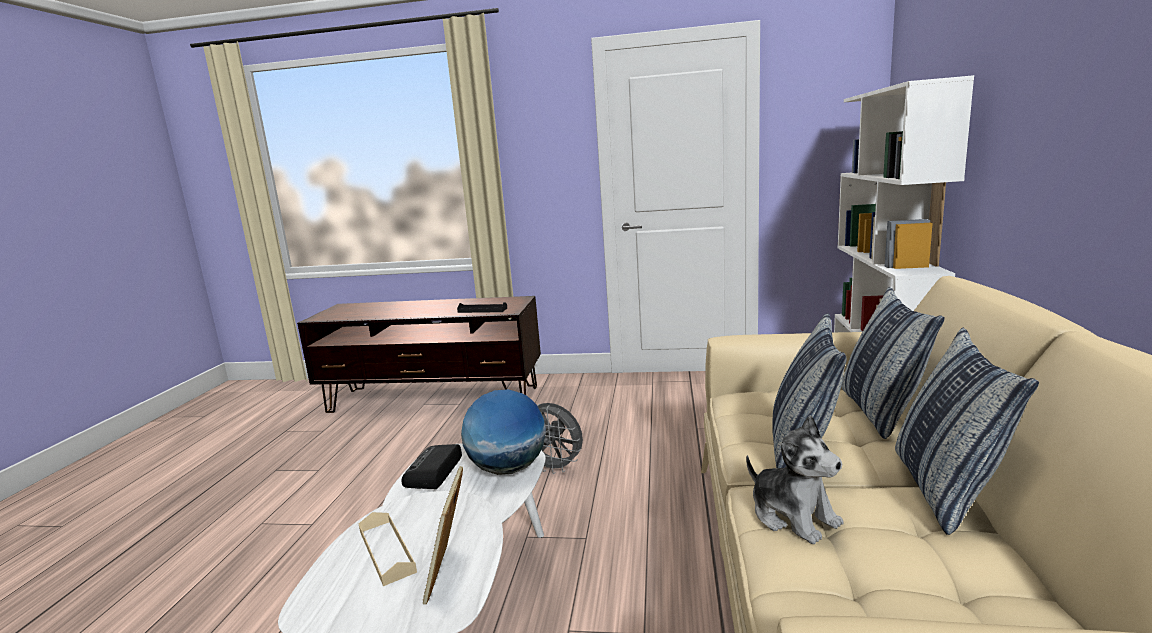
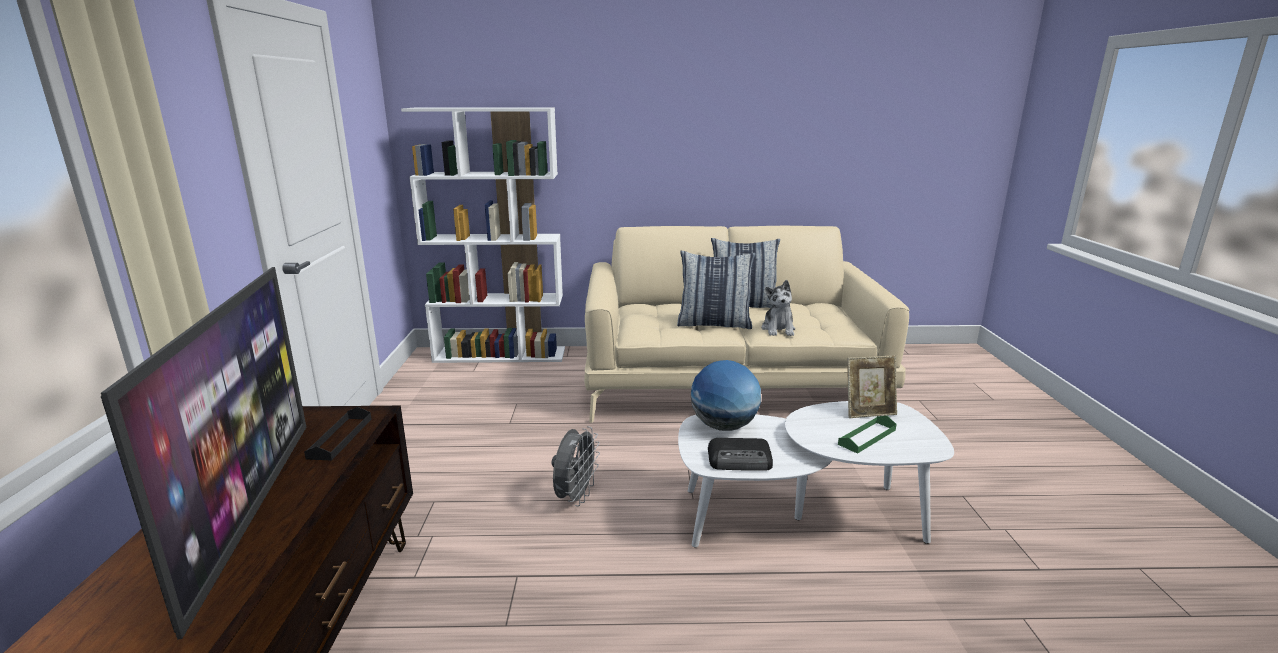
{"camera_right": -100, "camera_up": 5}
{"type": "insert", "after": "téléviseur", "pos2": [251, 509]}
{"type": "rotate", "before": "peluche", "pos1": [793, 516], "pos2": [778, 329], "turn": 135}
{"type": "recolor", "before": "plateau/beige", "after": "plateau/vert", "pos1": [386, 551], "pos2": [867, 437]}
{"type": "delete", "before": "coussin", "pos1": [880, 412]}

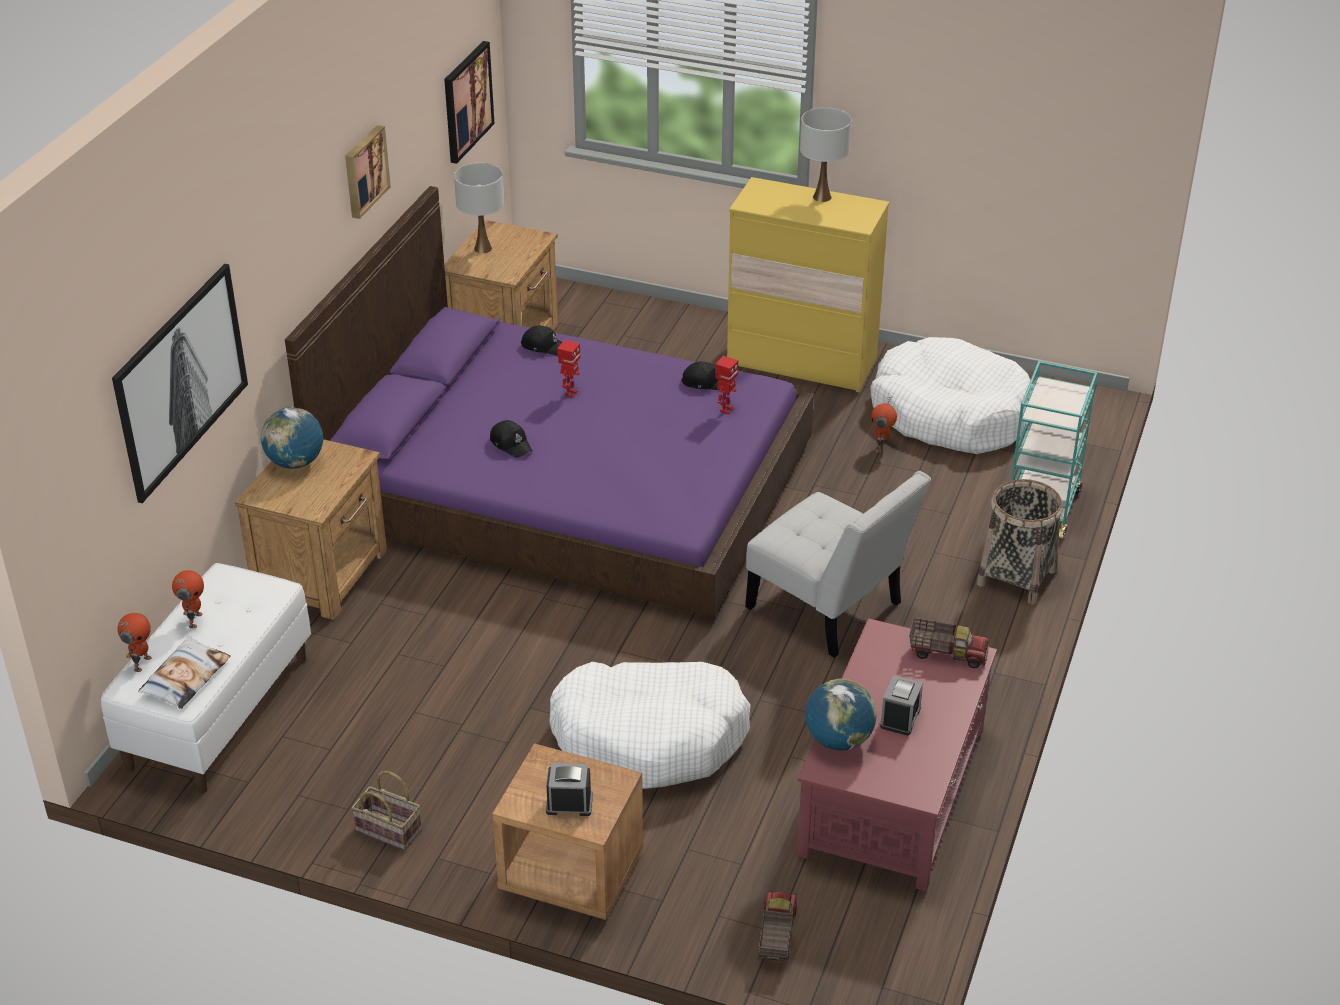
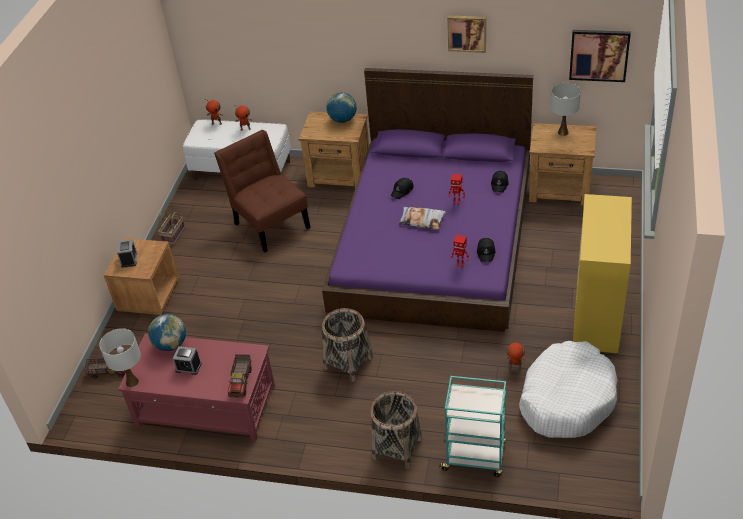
{"camera_right": 85, "camera_up": 5}
{"type": "move", "before": "lampe de table/blanc", "pos1": [822, 197], "pos2": [132, 382]}
{"type": "insert", "after": "chaise/marron", "pos2": [270, 223]}
{"type": "replace", "before": "chaise/blanc", "after": "panier", "pos1": [830, 610], "pos2": [348, 362]}
{"type": "move", "before": "coussin", "pos1": [185, 678], "pos2": [422, 220]}
{"type": "delete", "before": "tableau", "pos1": [179, 380]}
{"type": "delete", "before": "panier pour chien/blanc", "pos1": [650, 737]}

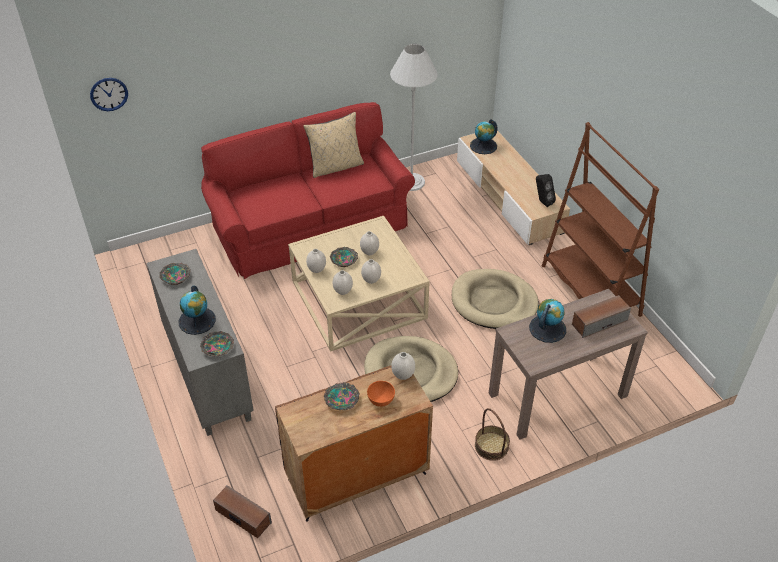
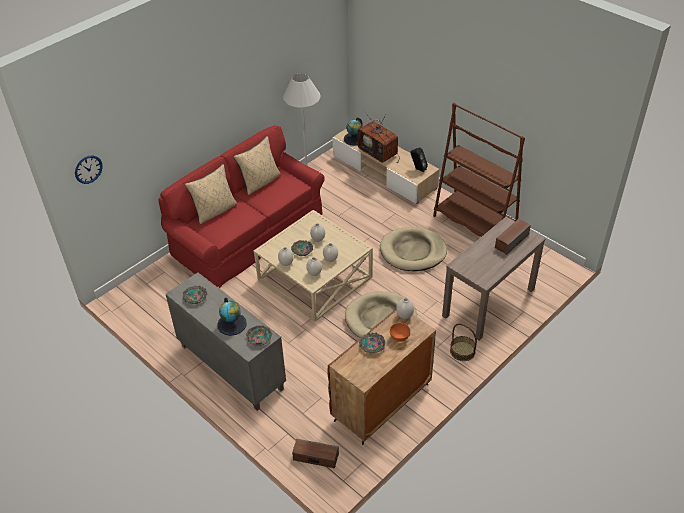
{"camera_right": -20, "camera_up": 0}
{"type": "insert", "after": "coussin/beige", "pos2": [215, 211]}
{"type": "insert", "after": "téléviseur", "pos2": [379, 153]}
{"type": "delete", "before": "globe", "pos1": [547, 328]}

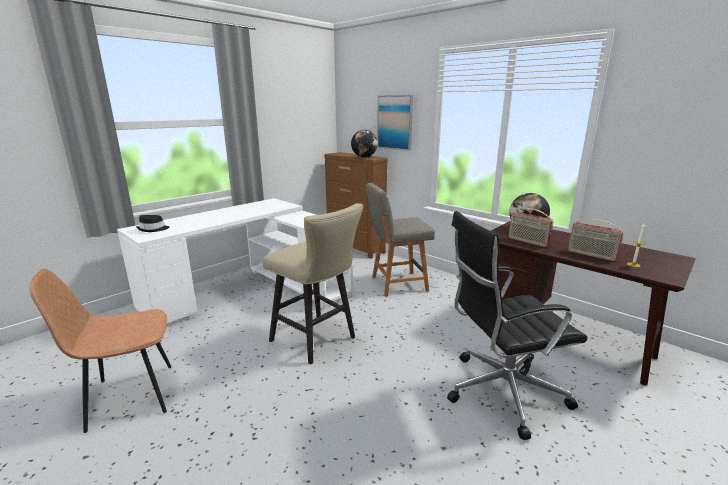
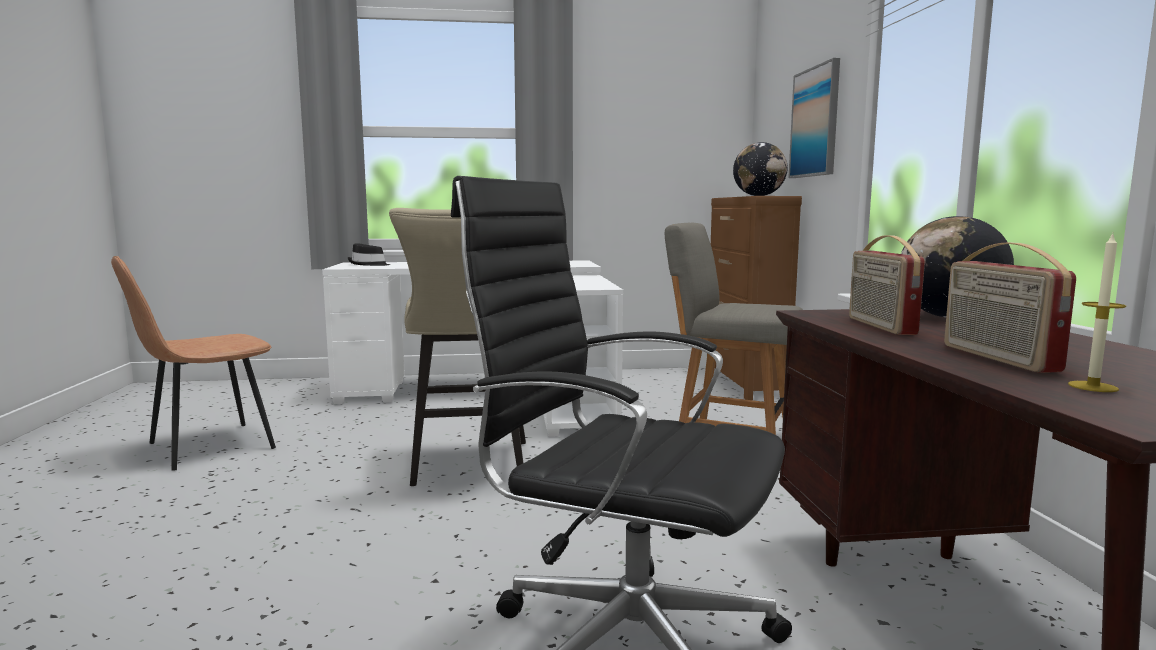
{"camera_right": 40, "camera_up": -10}
{"type": "rotate", "before": "chaise/marron", "pos1": [129, 396], "pos2": [207, 446], "turn": -60}

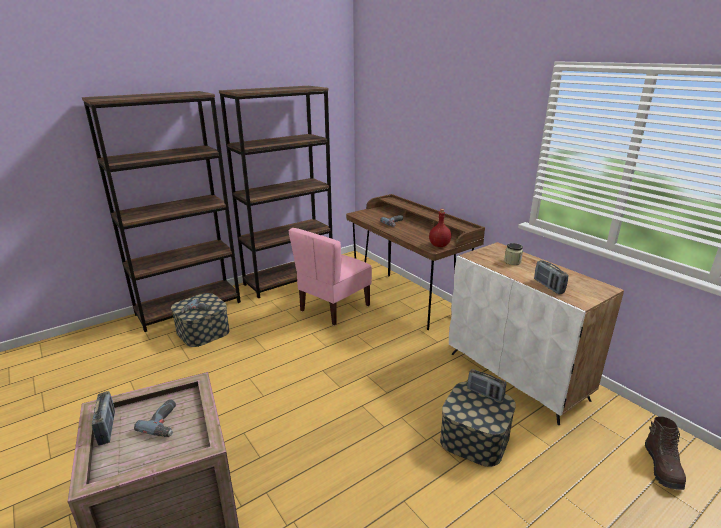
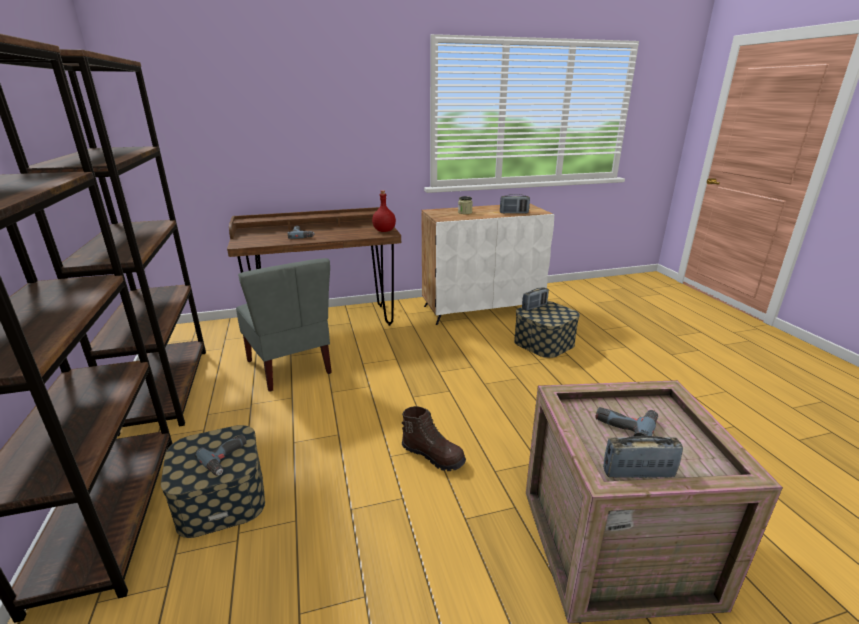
{"camera_right": -70, "camera_up": 0}
{"type": "recolor", "before": "chaise/rose", "after": "chaise/gris", "pos1": [334, 308], "pos2": [291, 367]}
{"type": "move", "before": "botte/marron", "pos1": [663, 467], "pos2": [433, 455]}

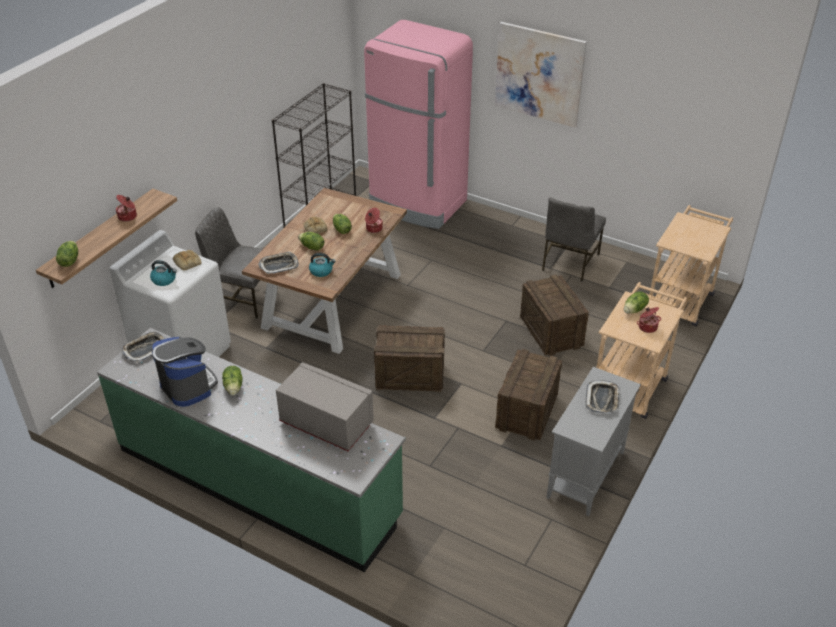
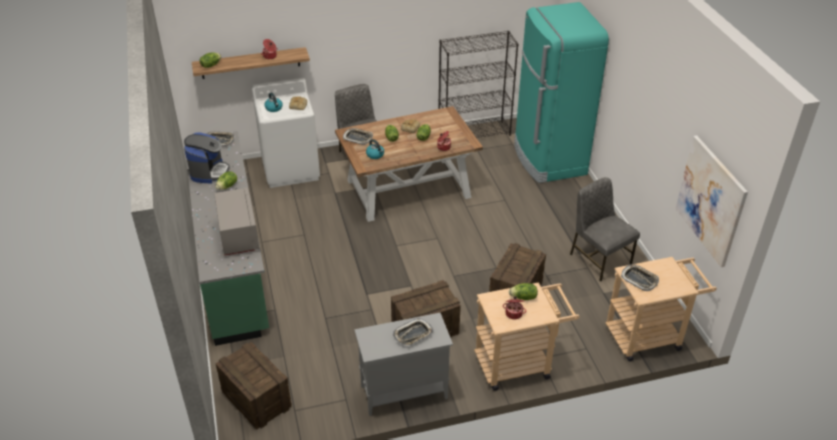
{"camera_right": 45, "camera_up": 0}
{"type": "move", "before": "caisse", "pos1": [409, 375], "pos2": [256, 399]}
{"type": "recolor", "before": "réfrigérateur/rose", "after": "réfrigérateur/turquoise", "pos1": [418, 204], "pos2": [548, 159]}
{"type": "rotate", "before": "chaise/gris", "pos1": [569, 262], "pos2": [599, 258], "turn": 75}
{"type": "insert", "after": "plateau", "pos2": [639, 279]}
{"type": "move", "before": "tableau", "pos1": [539, 74], "pos2": [710, 200]}

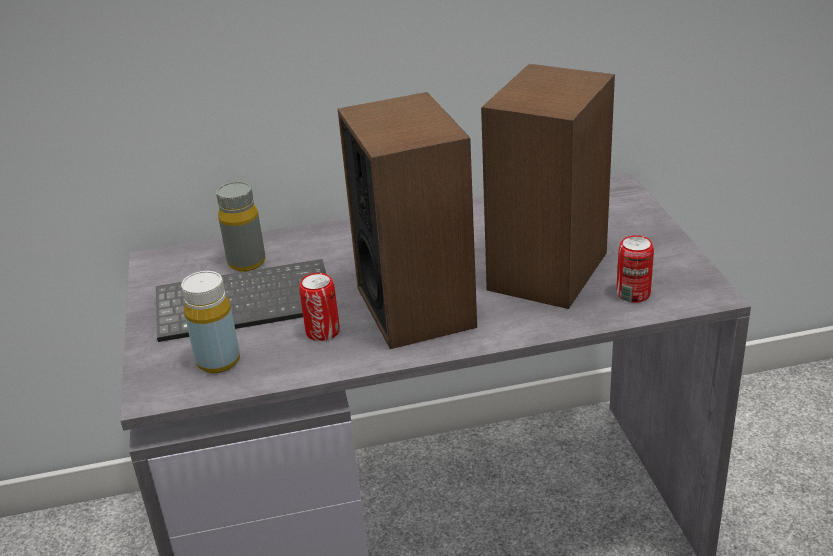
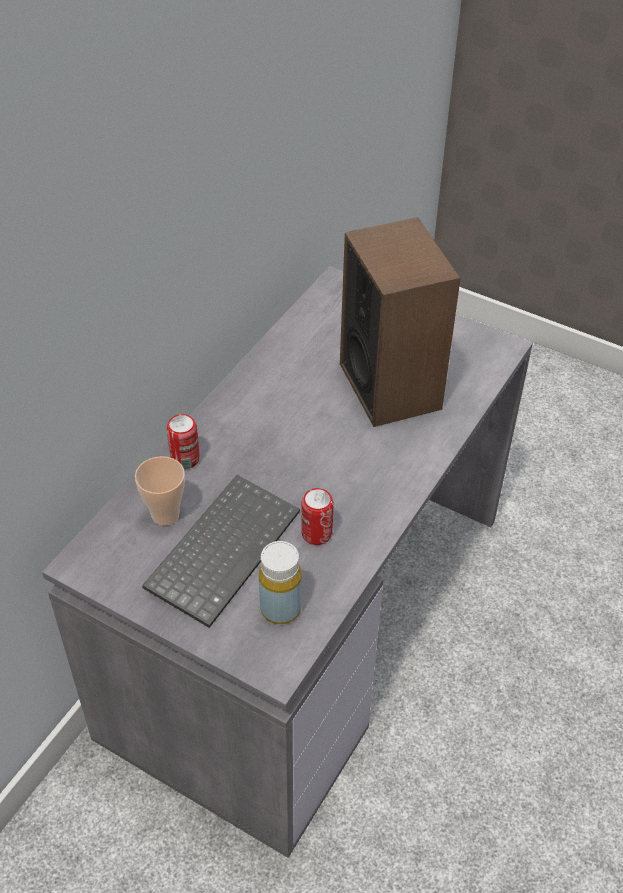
{"camera_right": -50, "camera_up": 15}
{"type": "replace", "before": "bouteille/gris", "after": "tasse", "pos1": [246, 262], "pos2": [165, 515]}
{"type": "move", "before": "boîte métallique", "pos1": [633, 294], "pos2": [185, 459]}
{"type": "delete", "before": "enceinte", "pos1": [416, 306]}

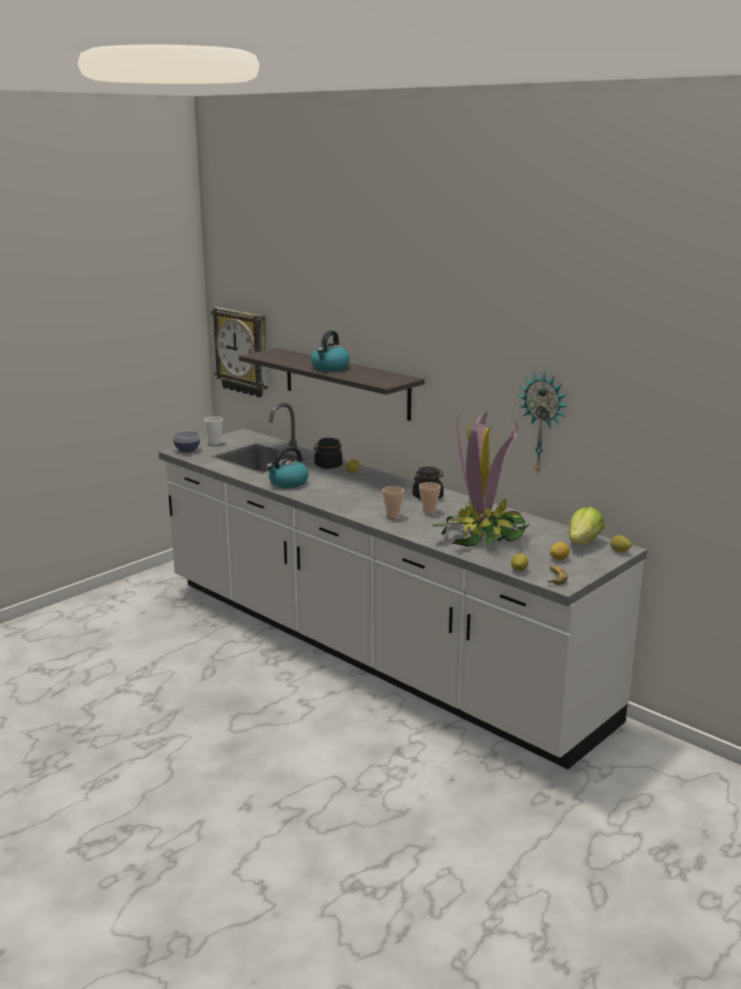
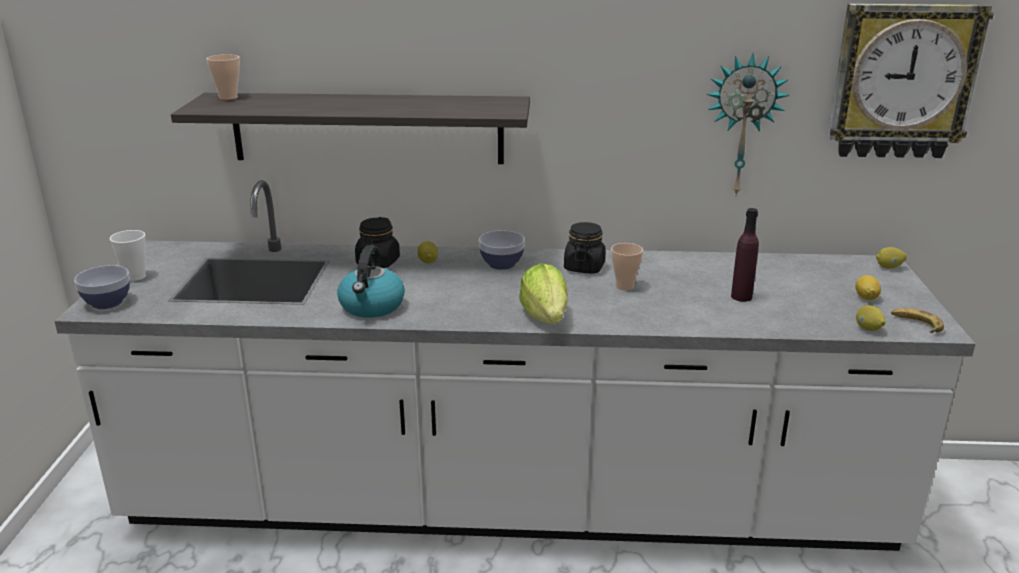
{"camera_right": -40, "camera_up": 5}
{"type": "move", "before": "tasse", "pos1": [392, 516], "pos2": [228, 97]}
{"type": "insert", "after": "bol", "pos2": [501, 264]}
{"type": "move", "before": "laitue", "pos1": [583, 543], "pos2": [545, 317]}
{"type": "replace", "before": "plante en pot", "after": "bouteille/violet", "pos1": [483, 535], "pos2": [741, 297]}
{"type": "move", "before": "horloge murale", "pos1": [243, 352], "pos2": [902, 81]}
{"type": "delete", "before": "bouilloire", "pos1": [330, 368]}

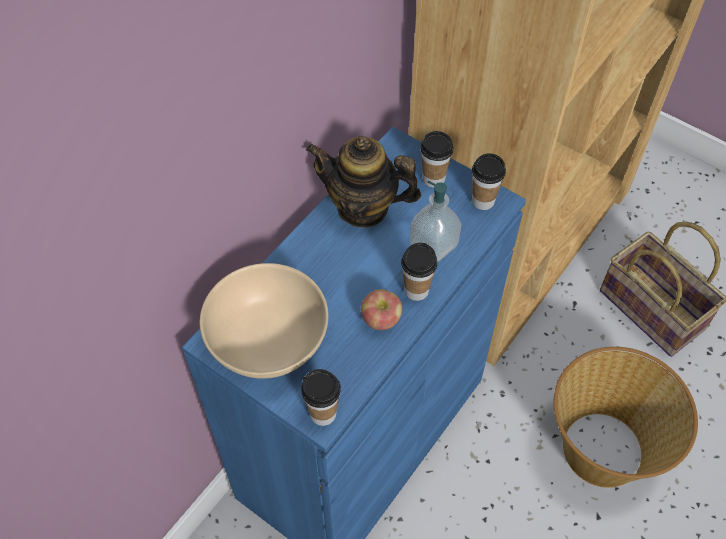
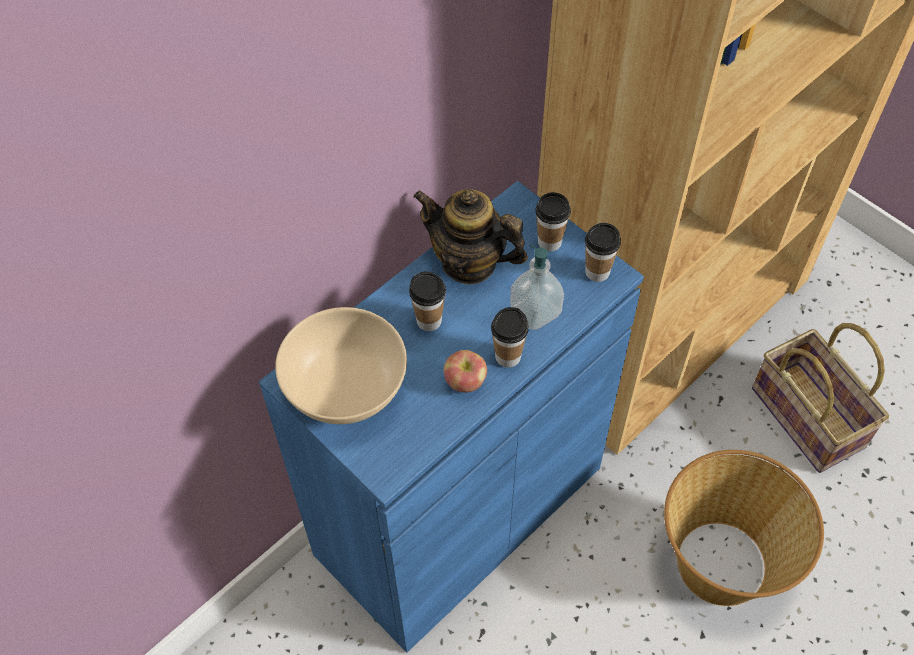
{"camera_right": 10, "camera_up": 0}
{"type": "move", "before": "tasse", "pos1": [323, 413], "pos2": [429, 321]}

